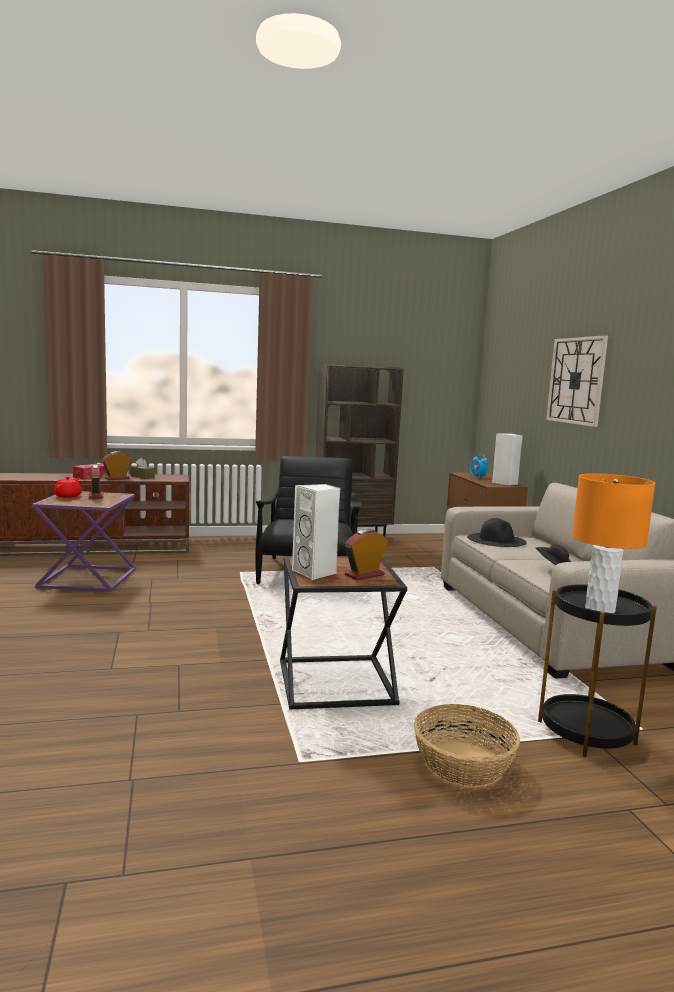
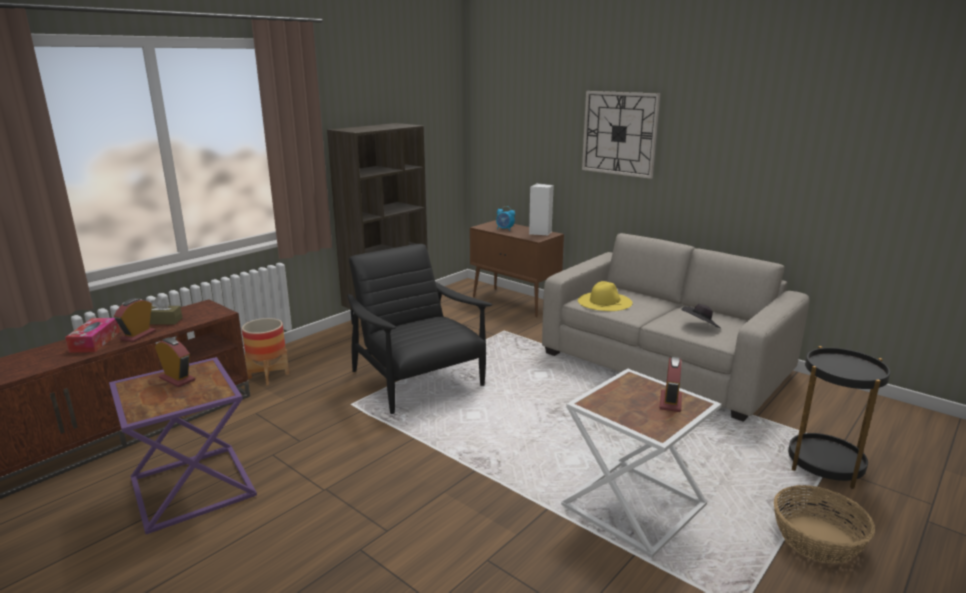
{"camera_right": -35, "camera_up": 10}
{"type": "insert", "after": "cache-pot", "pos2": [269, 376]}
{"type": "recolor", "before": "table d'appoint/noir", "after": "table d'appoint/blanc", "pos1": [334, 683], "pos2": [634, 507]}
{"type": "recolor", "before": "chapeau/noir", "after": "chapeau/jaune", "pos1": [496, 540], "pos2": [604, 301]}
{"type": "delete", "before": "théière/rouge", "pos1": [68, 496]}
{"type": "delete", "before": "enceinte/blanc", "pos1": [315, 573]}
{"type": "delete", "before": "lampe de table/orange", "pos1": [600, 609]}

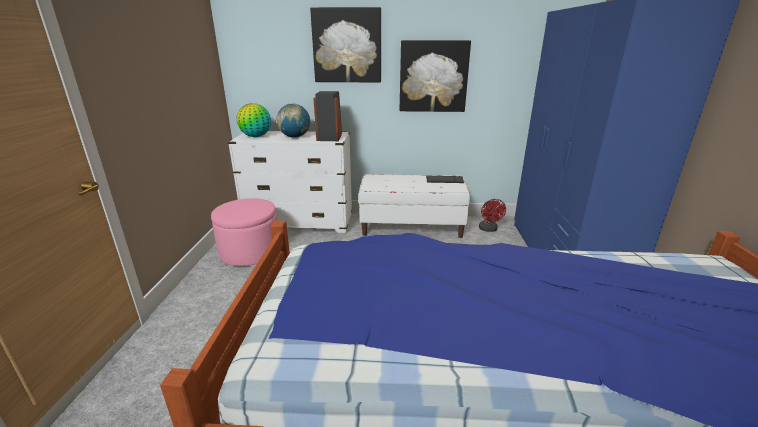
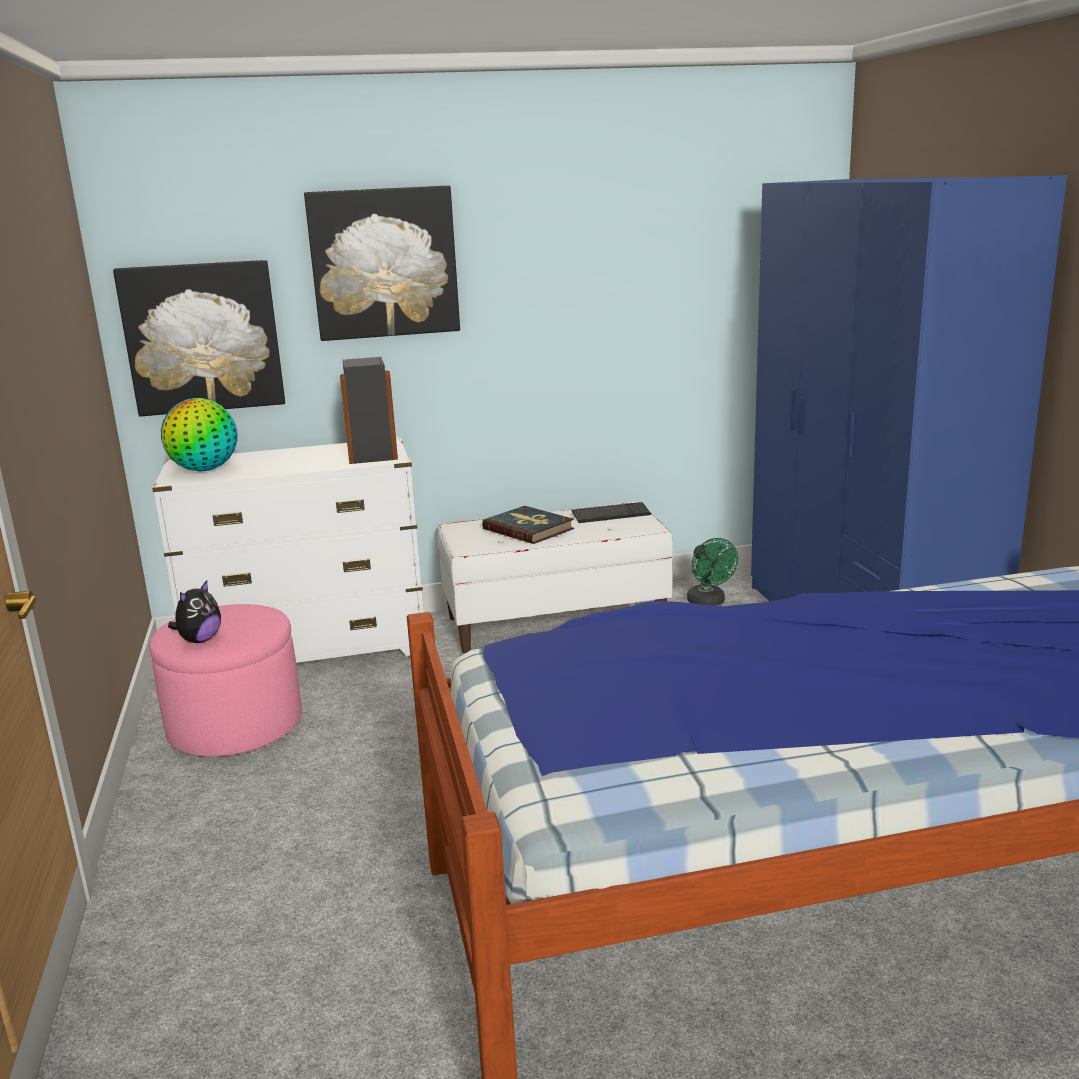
{"camera_right": -15, "camera_up": -5}
{"type": "move", "before": "tableau", "pos1": [433, 76], "pos2": [203, 337]}
{"type": "insert", "after": "peluche", "pos2": [199, 640]}
{"type": "insert", "after": "livre", "pos2": [528, 529]}
{"type": "recolor", "before": "ventilateur/rouge", "after": "ventilateur/vert", "pos1": [489, 229], "pos2": [709, 603]}
{"type": "delete", "before": "globe", "pos1": [295, 137]}

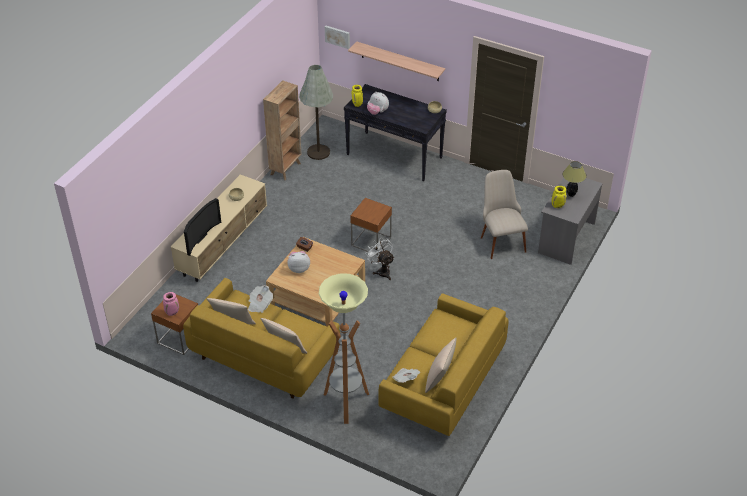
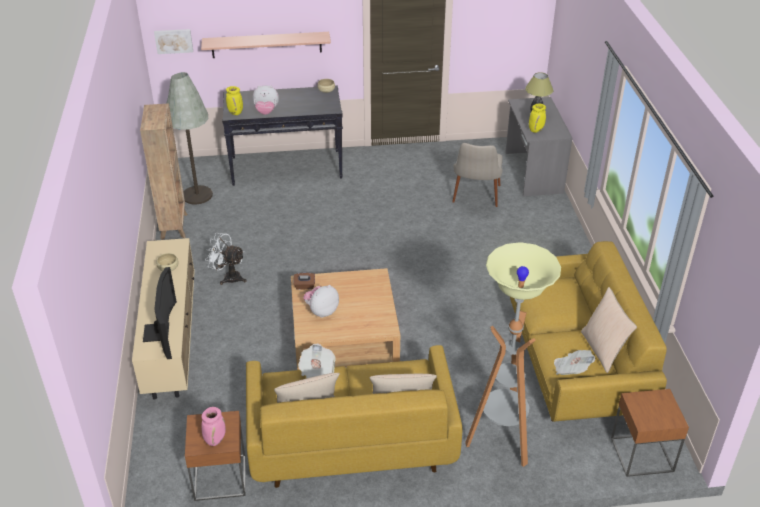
{"camera_right": -35, "camera_up": -5}
{"type": "move", "before": "ventilateur/blanc", "pos1": [381, 271], "pos2": [228, 277]}
{"type": "rotate", "before": "chaise/beige", "pos1": [500, 239], "pos2": [475, 199], "turn": -120}
{"type": "move", "before": "table d'appoint/marron", "pos1": [371, 241], "pos2": [642, 454]}

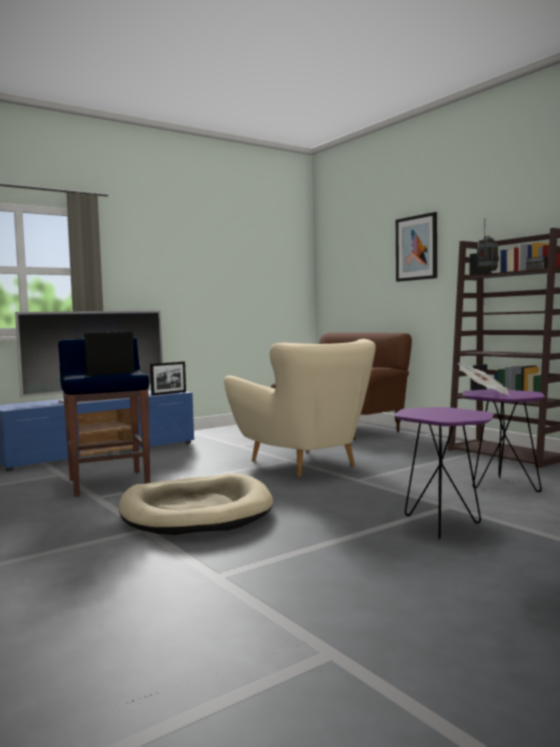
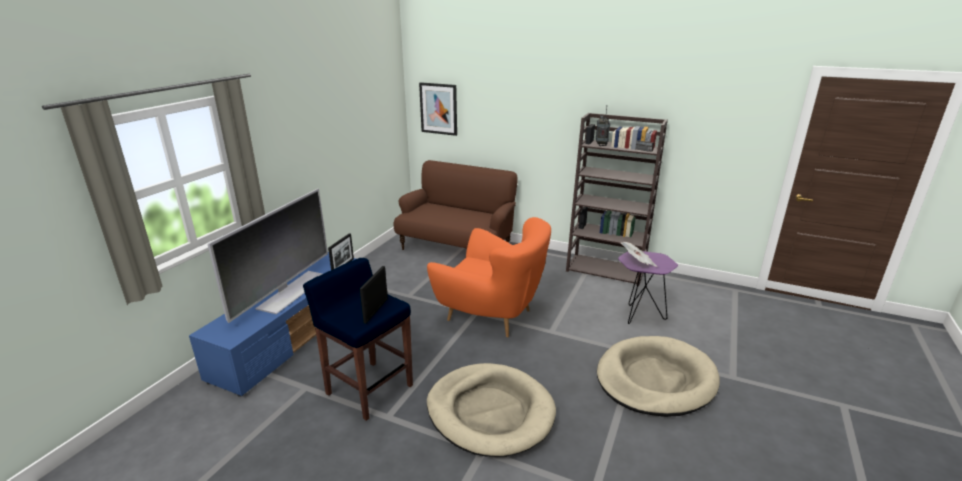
{"camera_right": -30, "camera_up": 20}
{"type": "move", "before": "tableau", "pos1": [416, 248], "pos2": [438, 108]}
{"type": "recolor", "before": "fauteuil/beige", "after": "fauteuil/orange", "pos1": [304, 463], "pos2": [491, 315]}
{"type": "replace", "before": "table d'appoint/violet", "after": "panier pour chien/beige", "pos1": [443, 526], "pos2": [655, 379]}

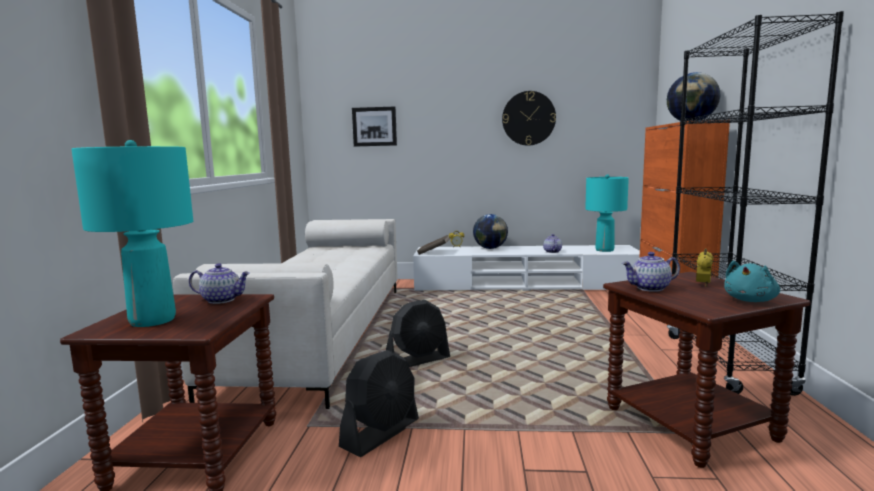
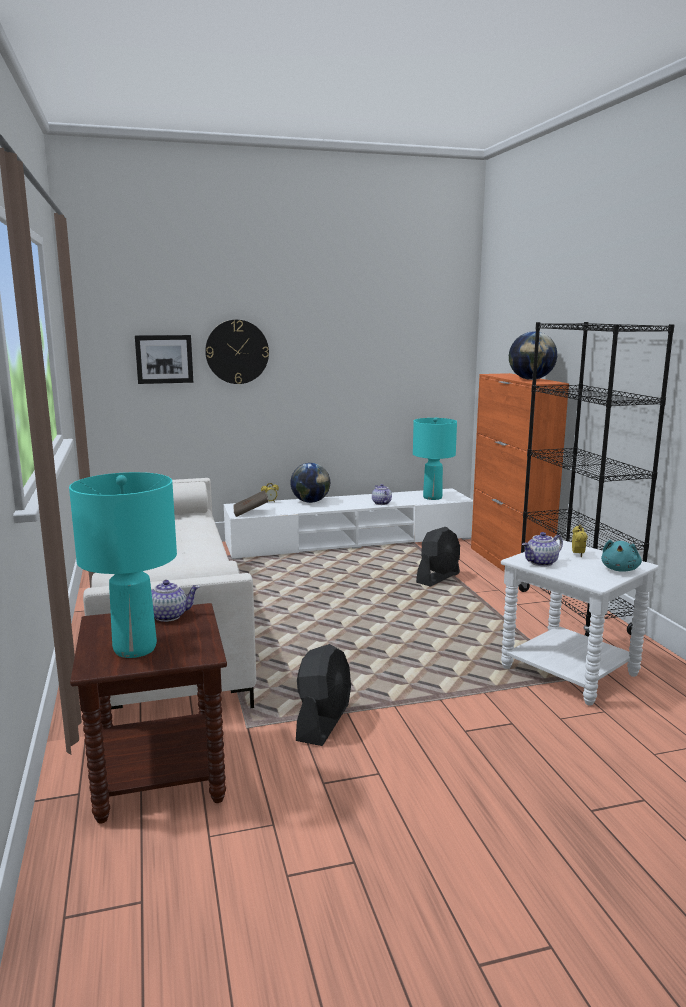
{"camera_right": -20, "camera_up": 5}
{"type": "move", "before": "horloge murale", "pos1": [528, 118], "pos2": [237, 352]}
{"type": "move", "before": "ventilateur/noir", "pos1": [418, 361], "pos2": [438, 578]}
{"type": "recolor", "before": "table d'appoint/marron", "after": "table d'appoint/blanc", "pos1": [691, 424], "pos2": [570, 671]}

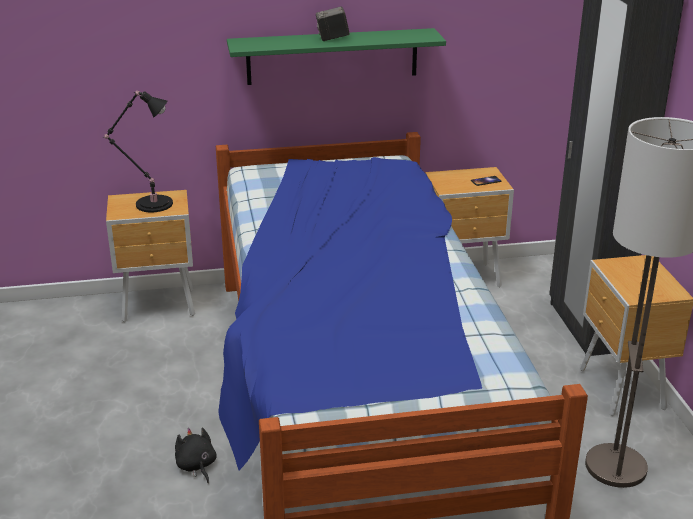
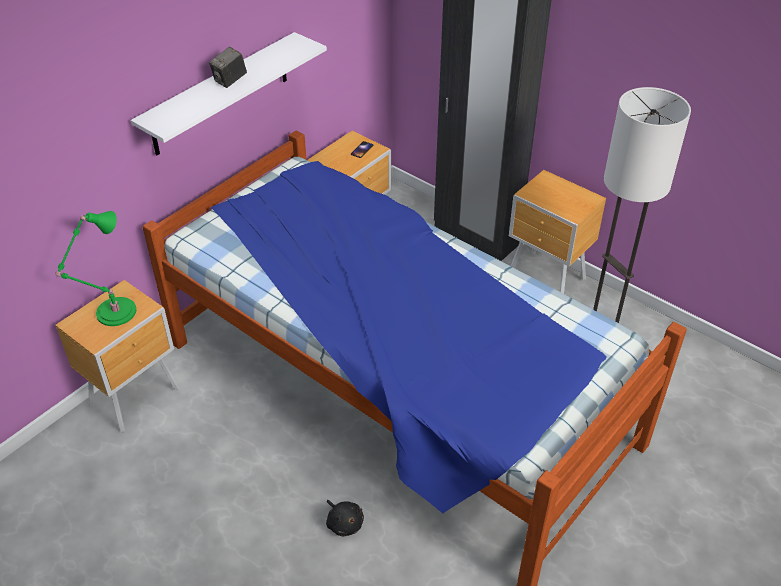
{"camera_right": -40, "camera_up": 15}
{"type": "recolor", "before": "lampe de table/noir", "after": "lampe de table/vert", "pos1": [151, 204], "pos2": [113, 313]}
{"type": "recolor", "before": "étagère/vert", "after": "étagère/blanc", "pos1": [332, 56], "pos2": [220, 94]}
{"type": "rotate", "before": "peluche/noir", "pos1": [196, 466], "pos2": [344, 523], "turn": -150}

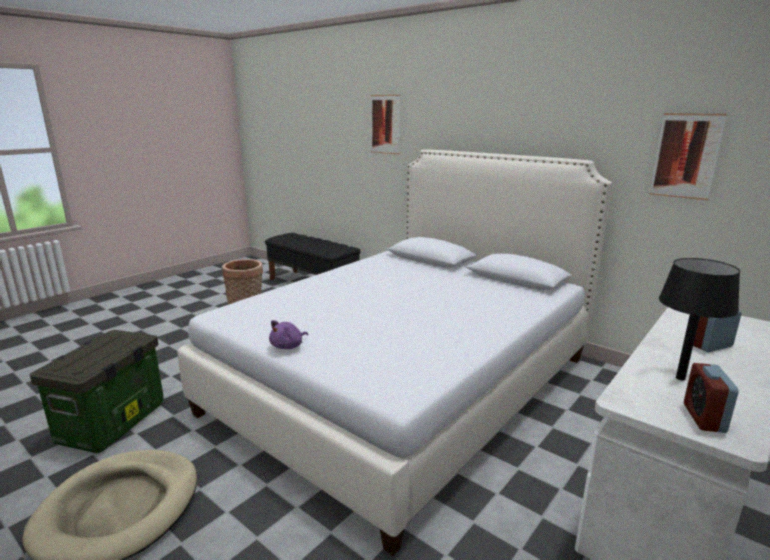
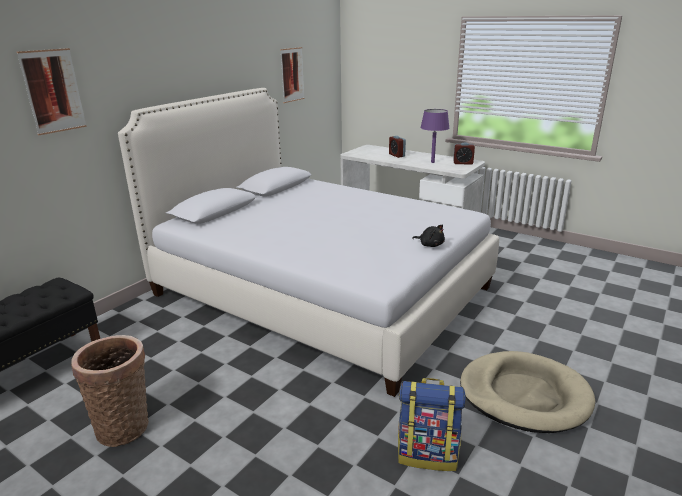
{"camera_right": -95, "camera_up": 5}
{"type": "replace", "before": "boîte de rangement", "after": "sac à dos", "pos1": [112, 424], "pos2": [428, 454]}
{"type": "recolor", "before": "peluche/violet", "after": "peluche/noir", "pos1": [288, 346], "pos2": [430, 245]}
{"type": "recolor", "before": "lampe de table/noir", "after": "lampe de table/violet", "pos1": [680, 378], "pos2": [432, 162]}

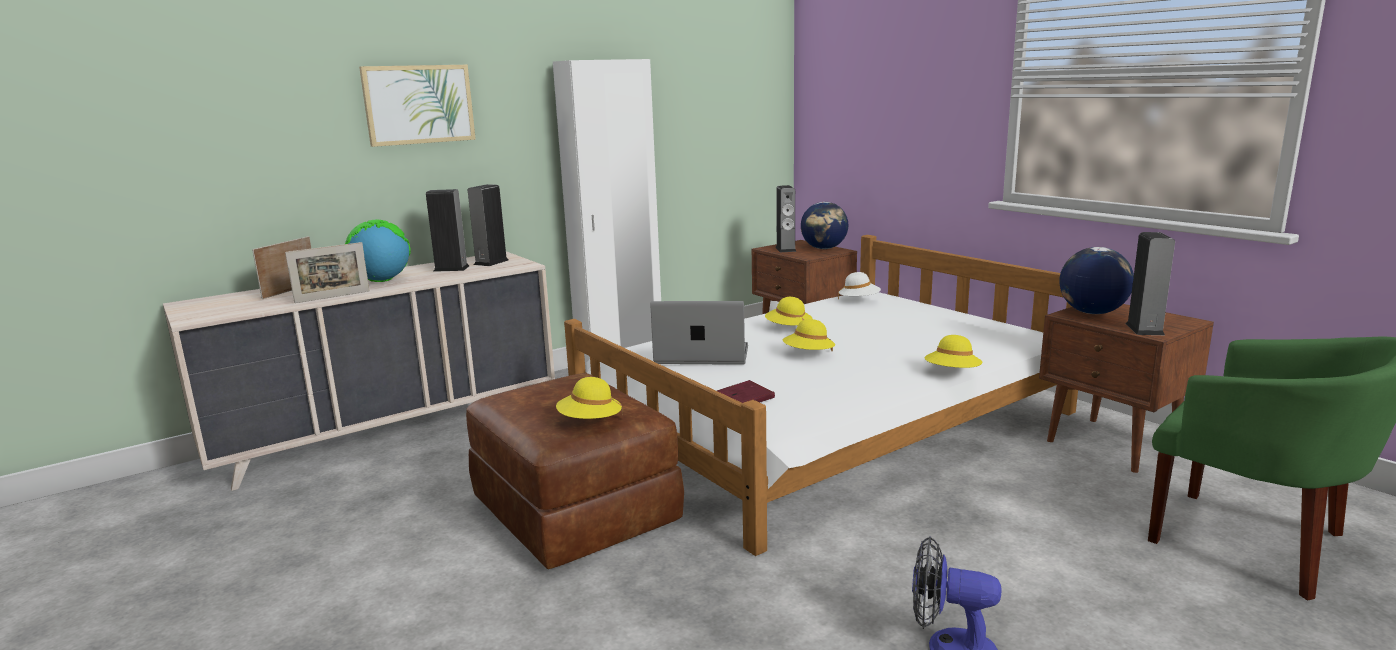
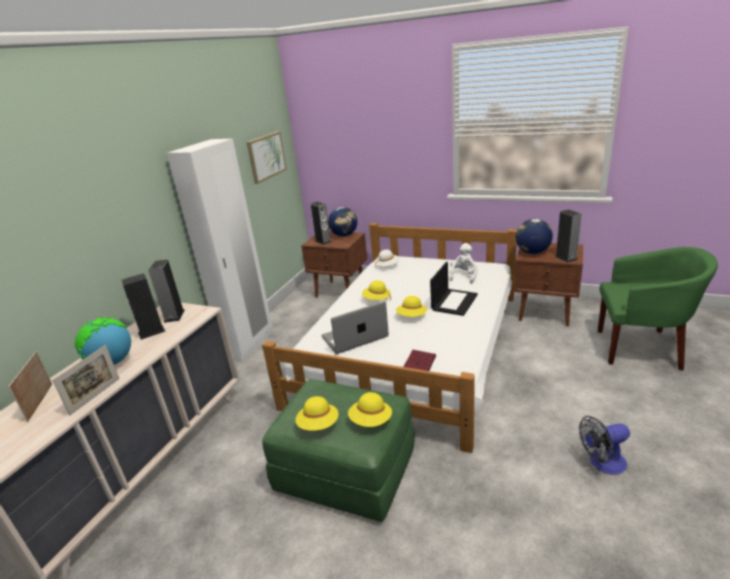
{"camera_right": -30, "camera_up": 10}
{"type": "move", "before": "tableau", "pos1": [419, 104], "pos2": [266, 156]}
{"type": "recolor", "before": "pouf/marron", "after": "pouf/vert", "pos1": [577, 512], "pos2": [347, 470]}
{"type": "move", "before": "chapeau/jaune", "pos1": [952, 373], "pos2": [318, 425]}
{"type": "insert", "after": "ordinateur portable", "pos2": [454, 302]}
{"type": "insert", "after": "peluche/blanc", "pos2": [463, 276]}

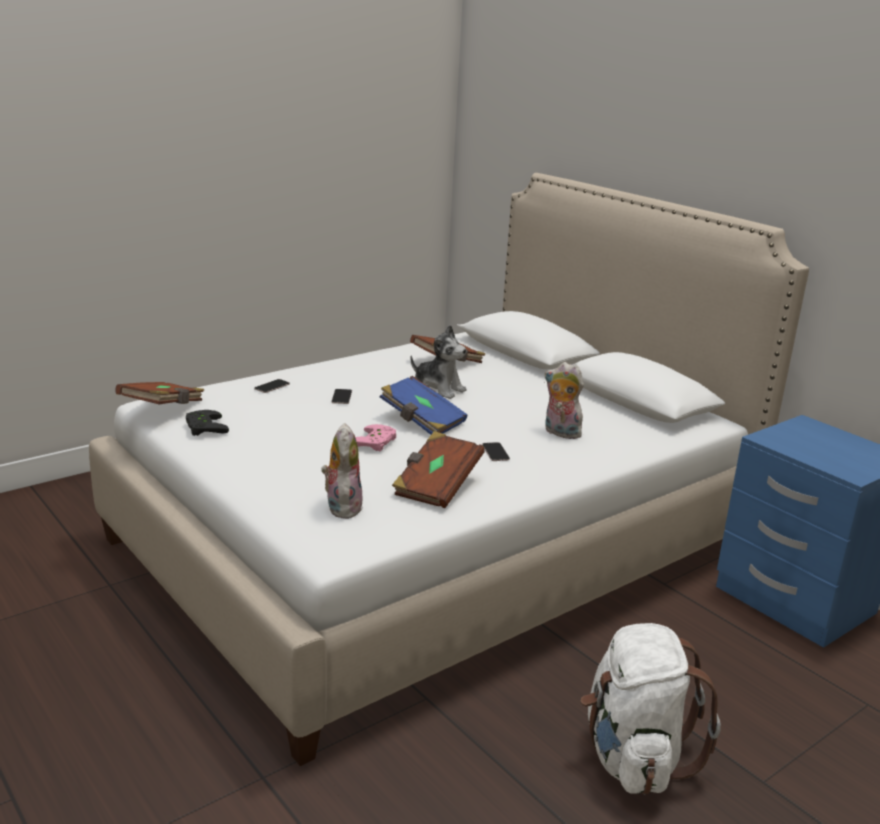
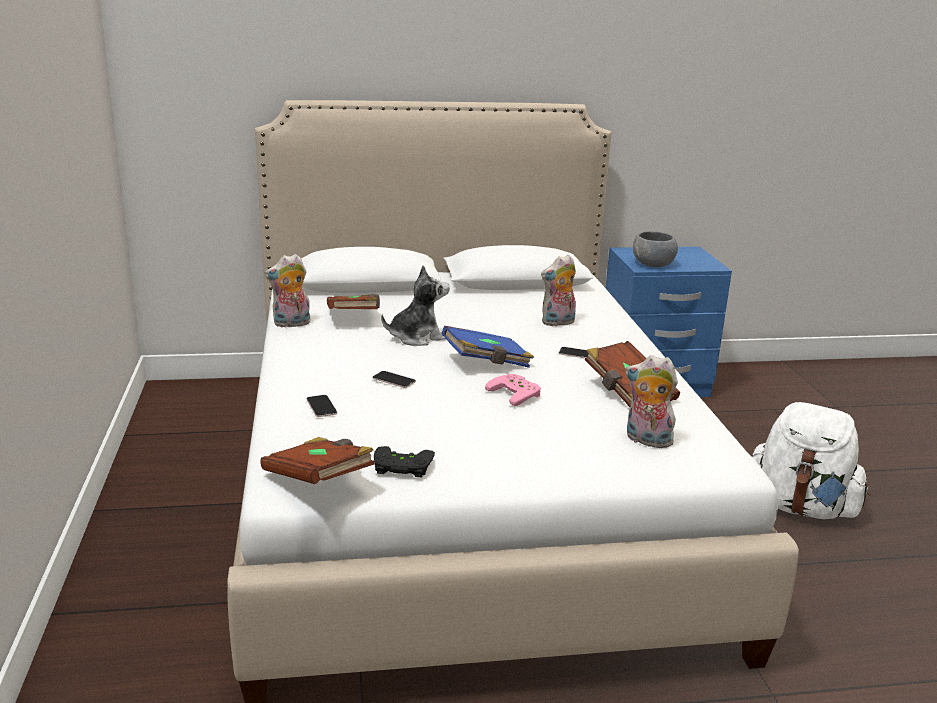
{"camera_right": -60, "camera_up": 0}
{"type": "insert", "after": "peluche", "pos2": [291, 324]}
{"type": "insert", "after": "bol/gris", "pos2": [653, 264]}

